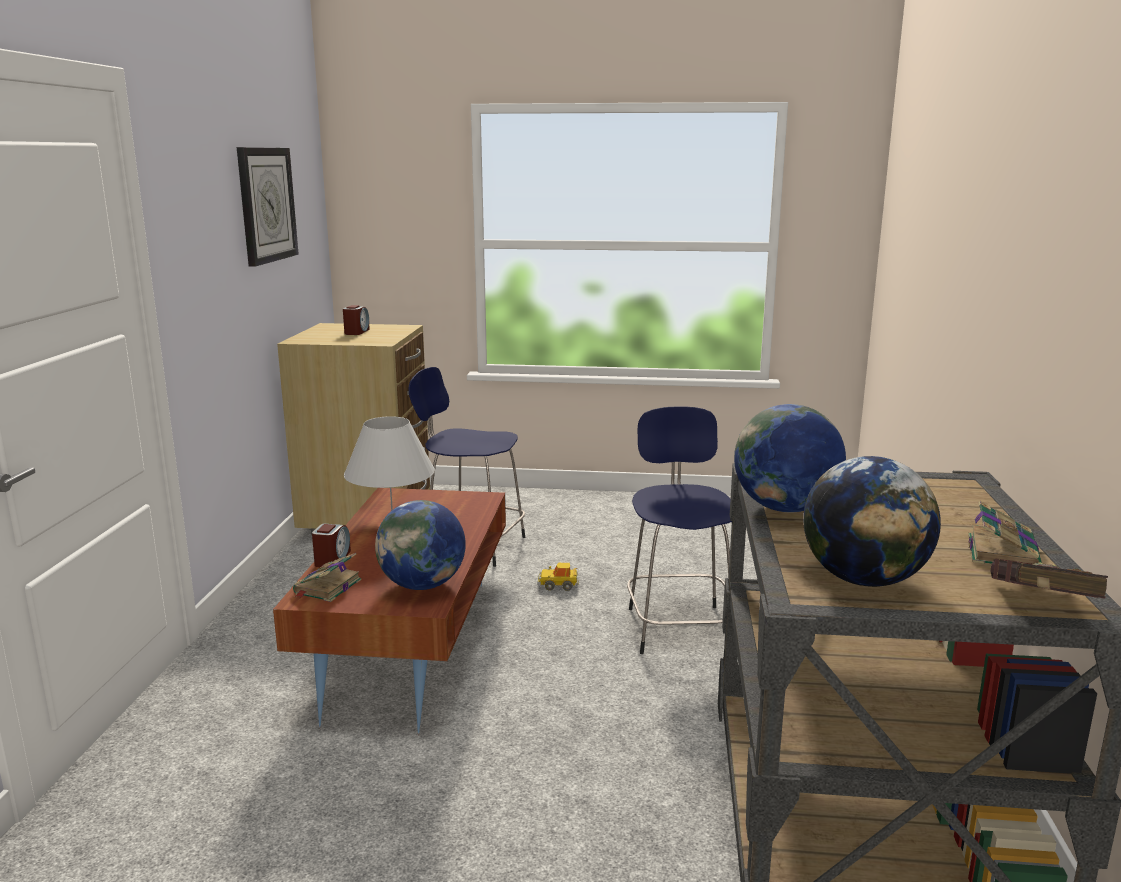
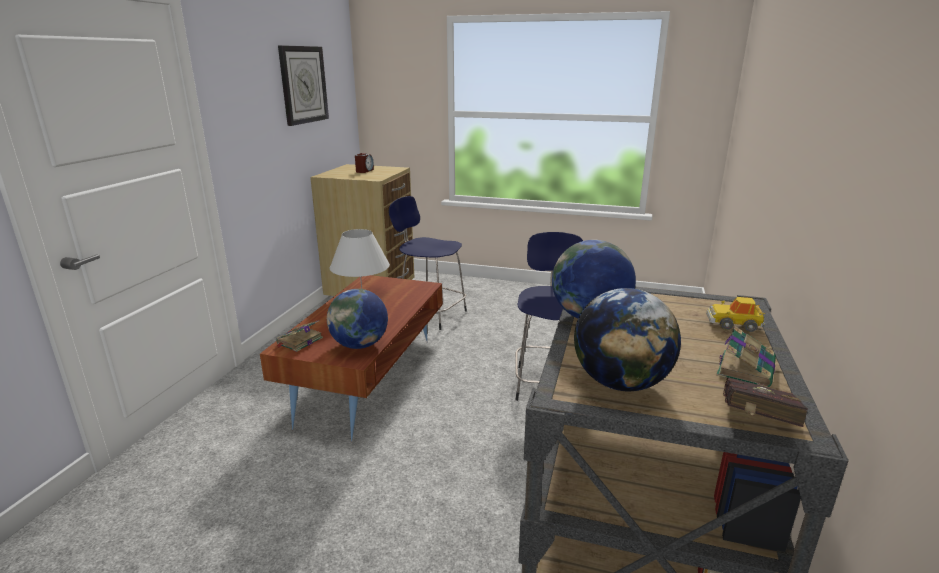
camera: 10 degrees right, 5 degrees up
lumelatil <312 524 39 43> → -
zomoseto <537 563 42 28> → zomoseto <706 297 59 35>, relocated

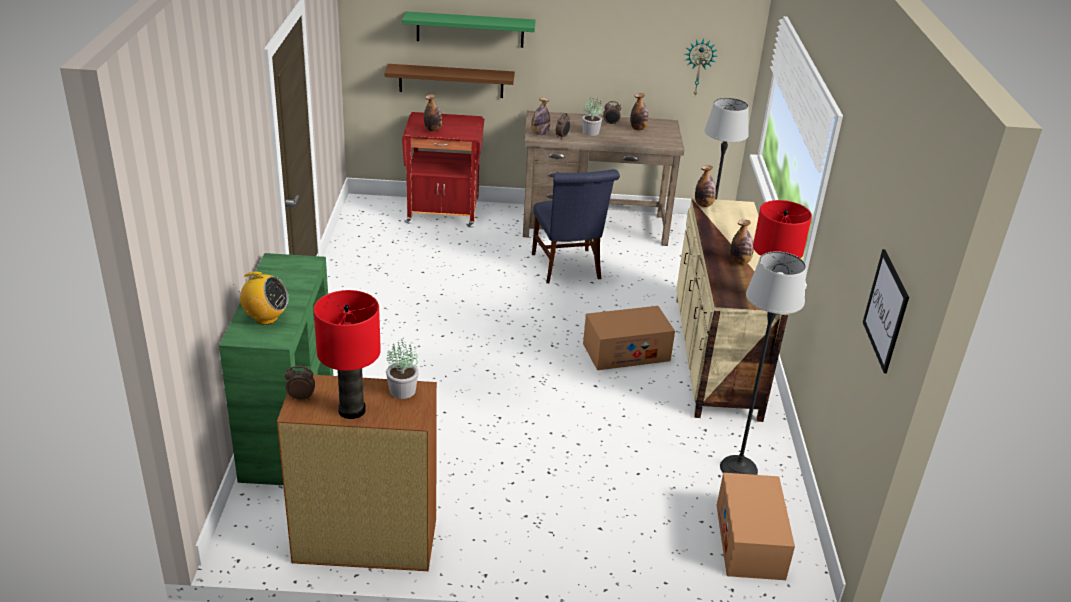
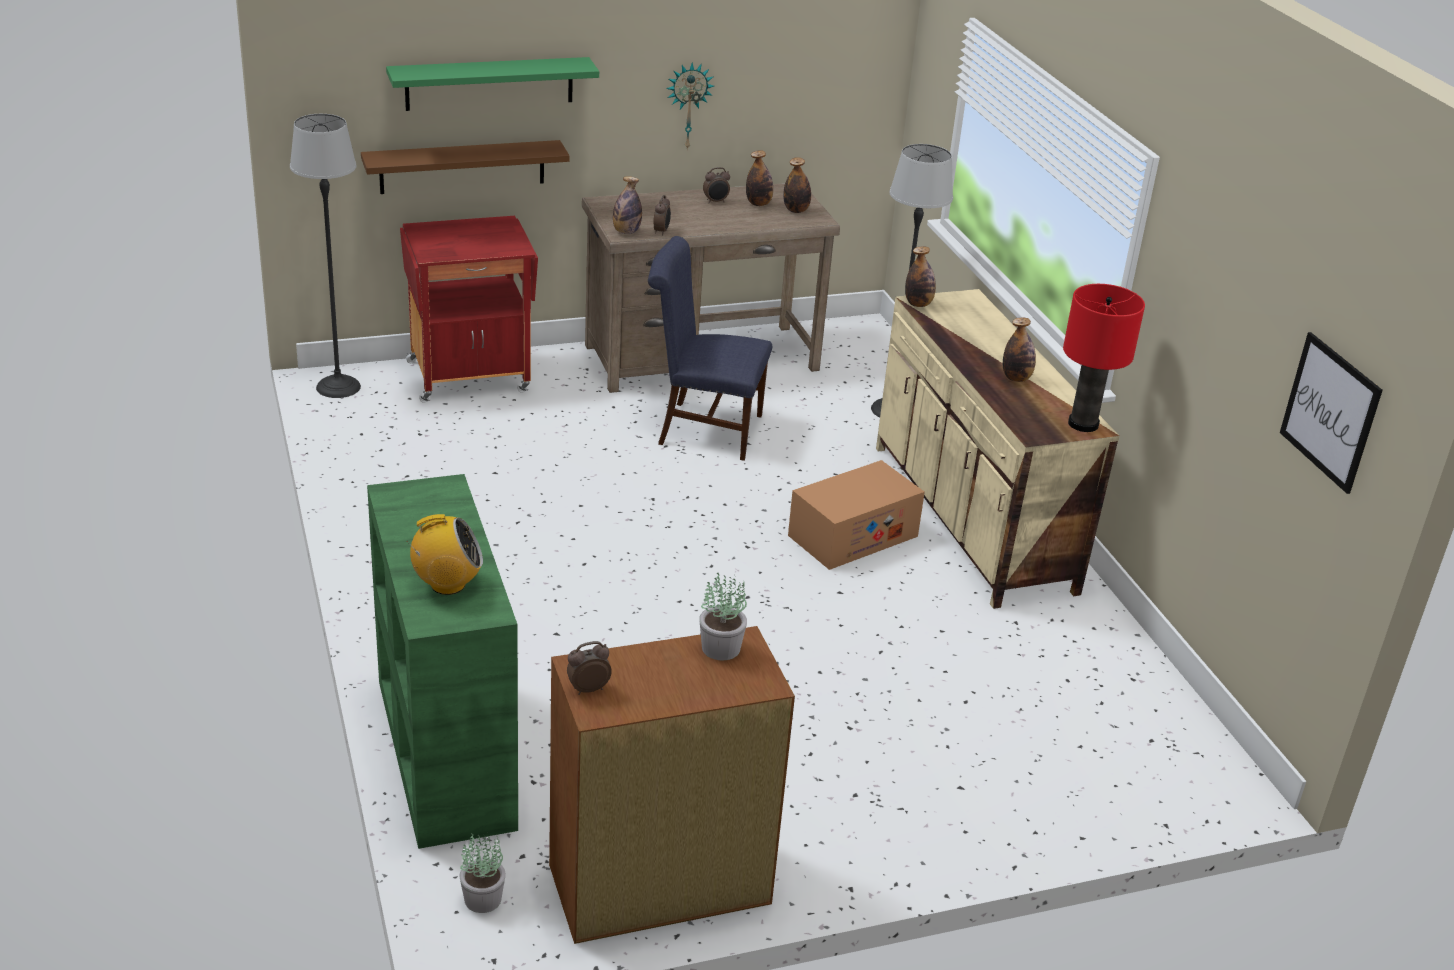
camera: 20 degrees left, 0 degrees up
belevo <685 39 32 56> → belevo <666 63 48 87>, relocated
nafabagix <424 94 18 37> → nafabagix <783 157 28 56>, relocated
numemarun <582 97 20 39> → numemarun <459 833 47 80>, relocated
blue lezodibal <532 169 88 114> → blue lezodibal <648 236 124 225>, 135 degrees clockwise
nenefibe <720 251 86 224> → nenefibe <290 114 71 284>, relocated
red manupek <314 290 67 129> → -
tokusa <716 473 79 107> → -

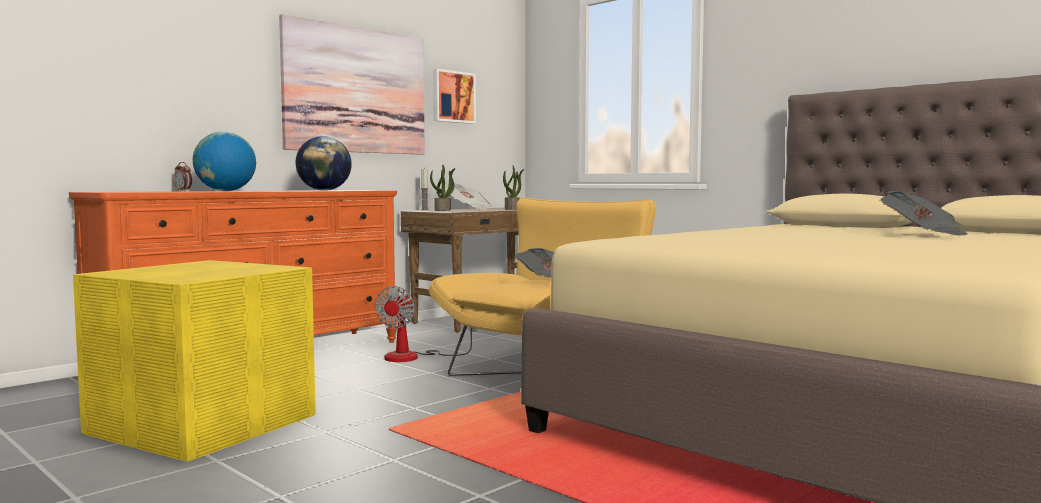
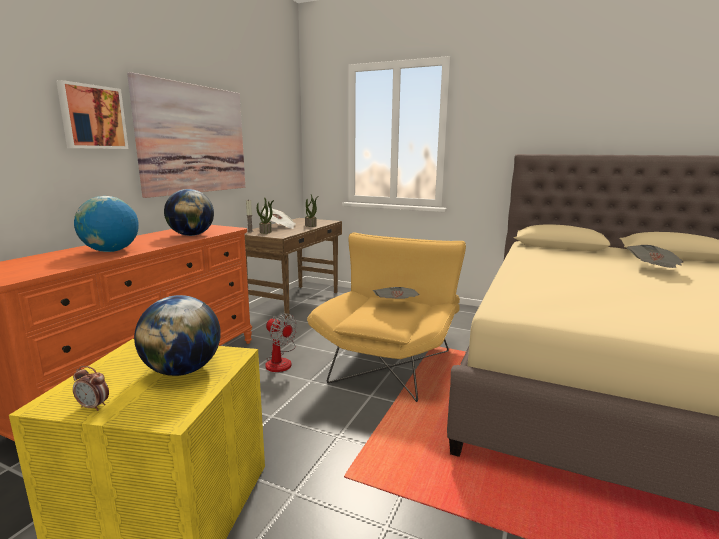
camera: 20 degrees left, 10 degrees up
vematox <433 69 43 55> → vematox <56 80 73 69>, relocated
lumelatil <173 162 19 29> → lumelatil <73 366 36 45>, relocated
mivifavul <375 286 102 76> → mivifavul <265 313 32 59>, 45 degrees counterclockwise
- → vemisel <134 295 87 81>

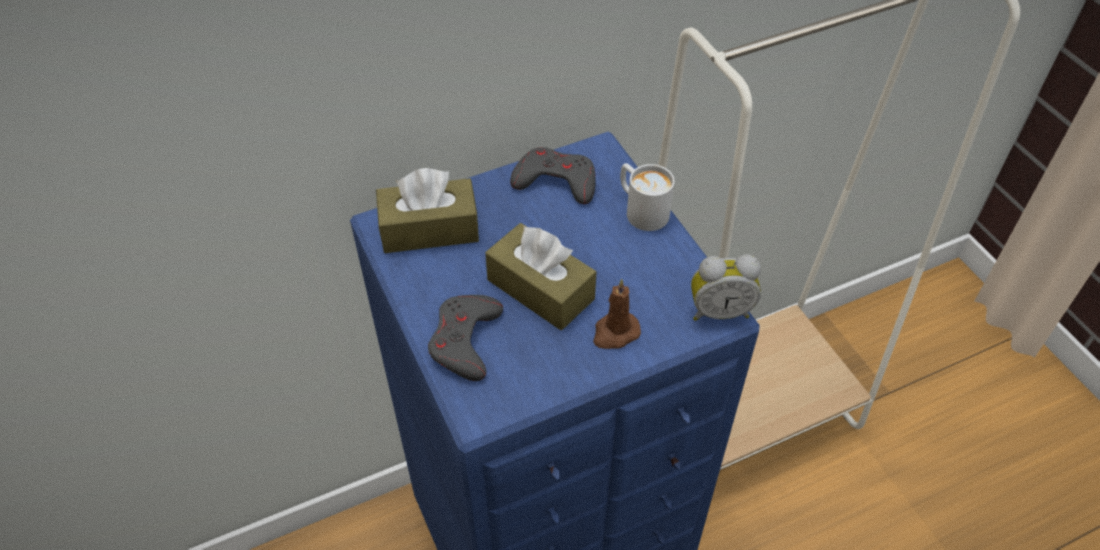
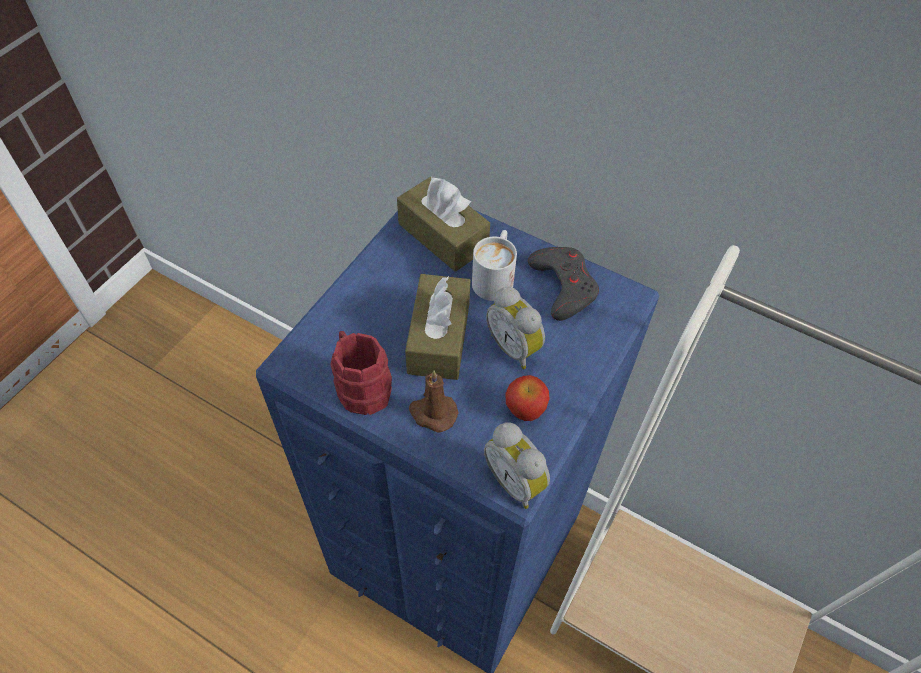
camera: 55 degrees right, 5 degrees up
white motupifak <620 163 55 68> → white motupifak <472 230 45 71>, relocated
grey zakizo <428 295 75 86> → -
- → lumelatil <486 287 59 82>
- → red motupifak <330 331 62 84>
- → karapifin <506 375 44 46>

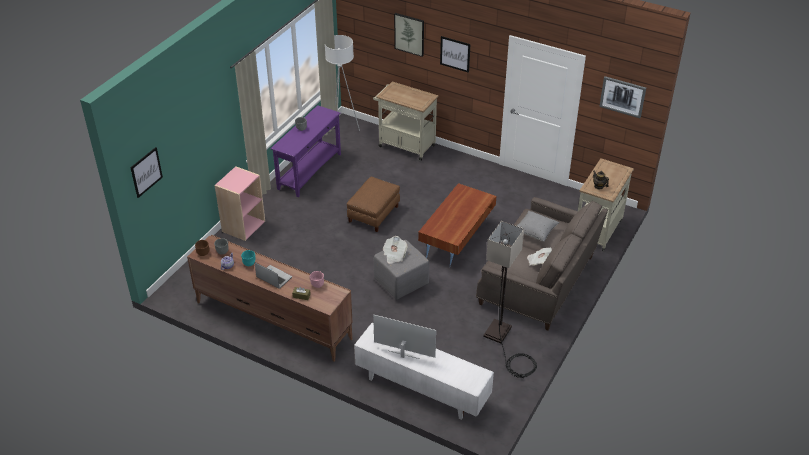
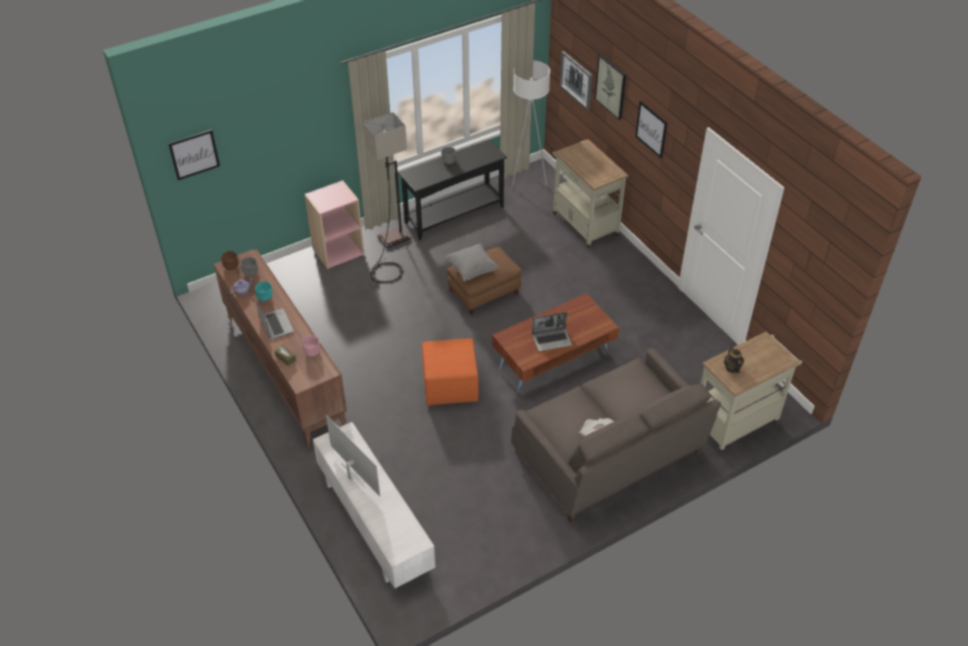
camera: 30 degrees right, 5 degrees up
vematox <599 76 47 42> → vematox <560 51 32 60>, relocated
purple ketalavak <271 105 70 92> → black ketalavak <398 140 109 100>
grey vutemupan <517 211 42 31> → grey vutemupan <445 244 55 37>, relocated
nenefibe <483 221 54 158> → nenefibe <363 112 48 172>, relocated
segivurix <383 236 25 28> → -
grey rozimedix <374 240 55 60> → orange rozimedix <422 338 56 67>
- → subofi <532 312 40 39>

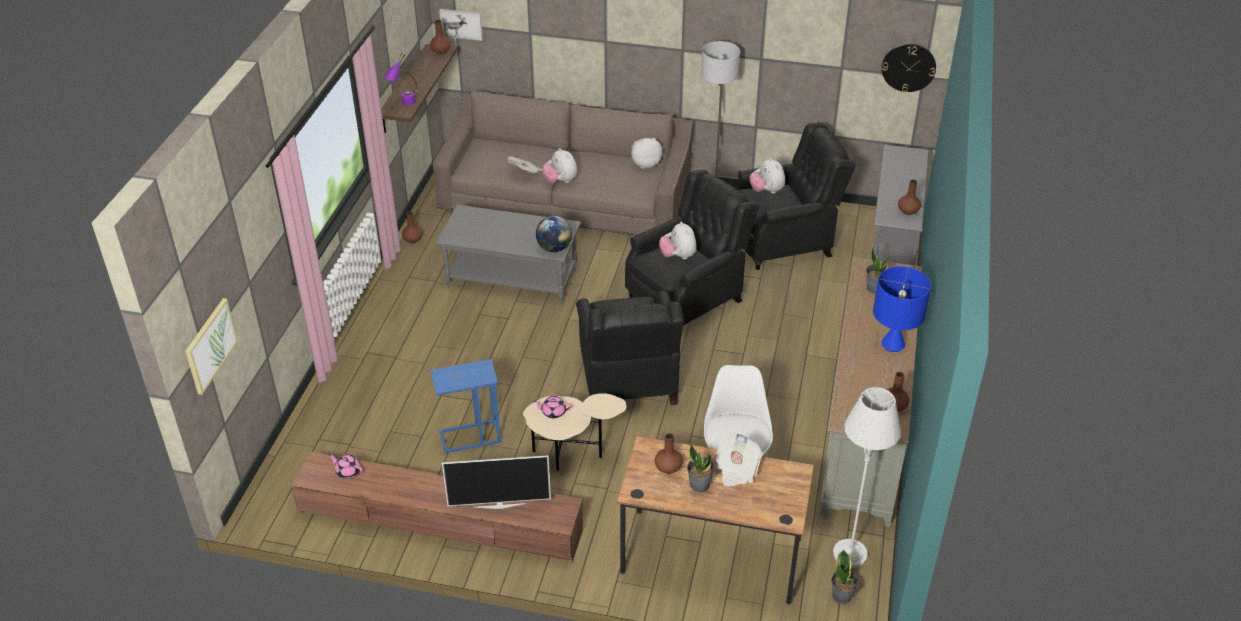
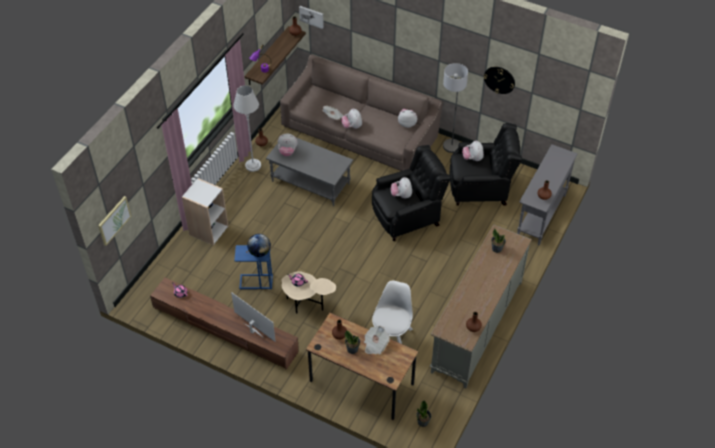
camera: 15 degrees right, 10 degrees up
belevo <882 44 54 48> → belevo <484 67 31 27>, relocated
vemisel <536 216 36 36> → vemisel <247 234 24 23>, relocated
blue manupek <873 266 58 86> → -
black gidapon <576 291 108 114> → -
grey nenefibe <833 387 68 181> → grey nenefibe <233 85 28 87>, relocated
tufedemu <442 455 109 54> → tufedemu <231 292 45 50>, 150 degrees counterclockwise
- → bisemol <278 133 20 23>
- → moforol <182 178 46 67>

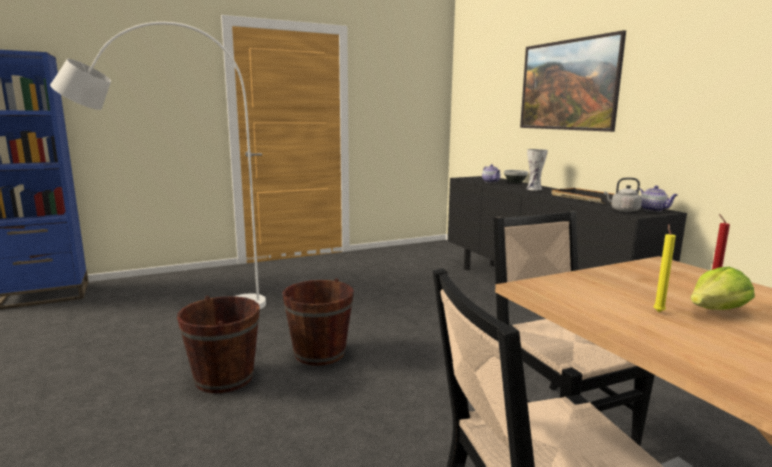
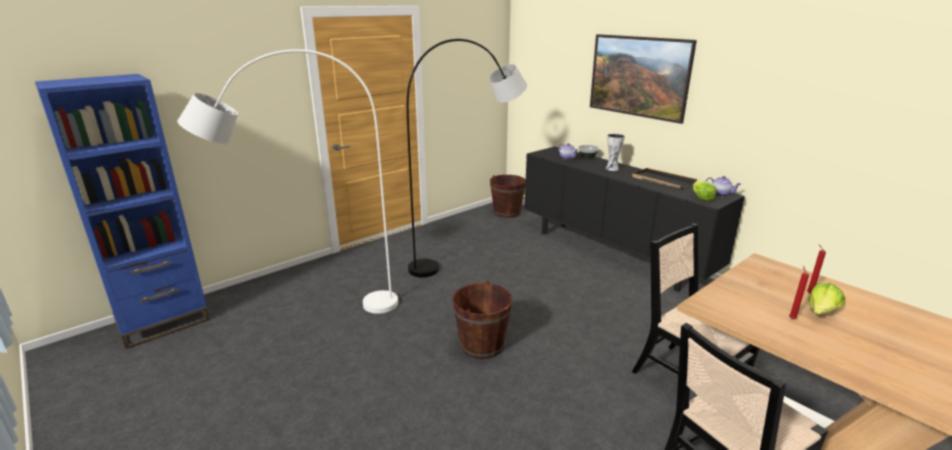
camera: 15 degrees left, 10 degrees up
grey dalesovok <604 178 38 34> → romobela <693 181 23 20>
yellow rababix <654 224 22 88> → red rababix <789 266 20 53>
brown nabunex <177 295 83 98> → brown nabunex <490 175 36 43>, relocated
- → grey nenefibe <407 39 120 239>

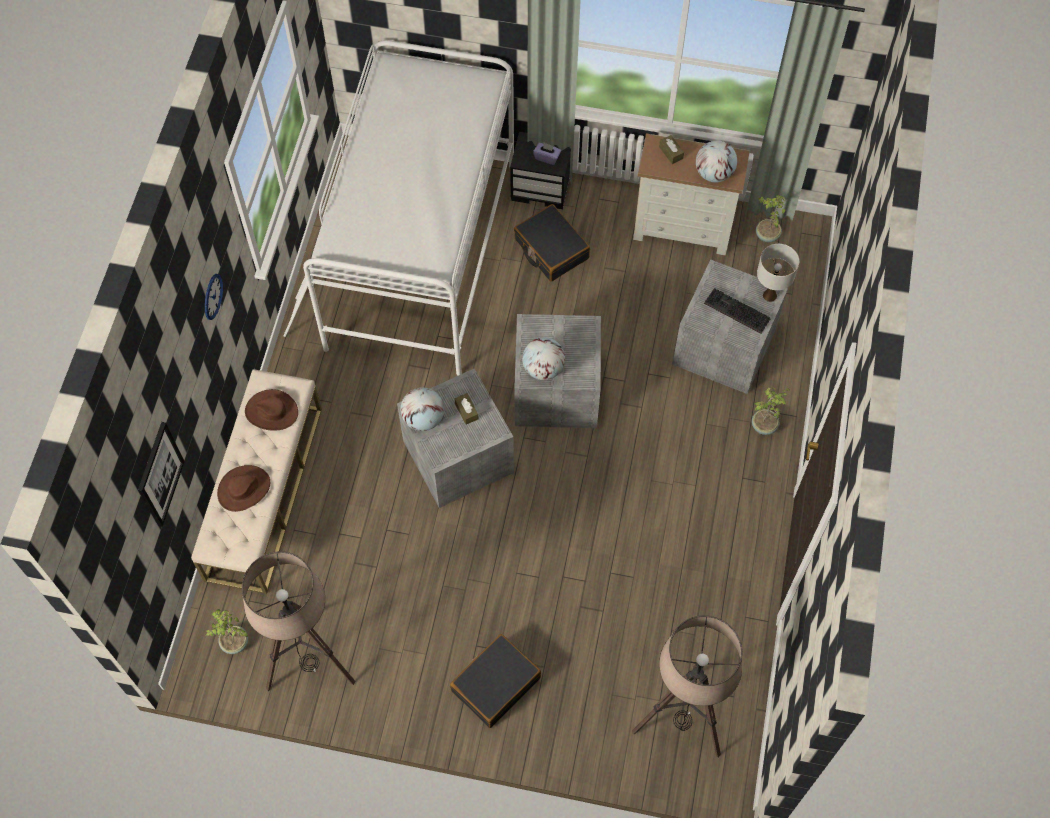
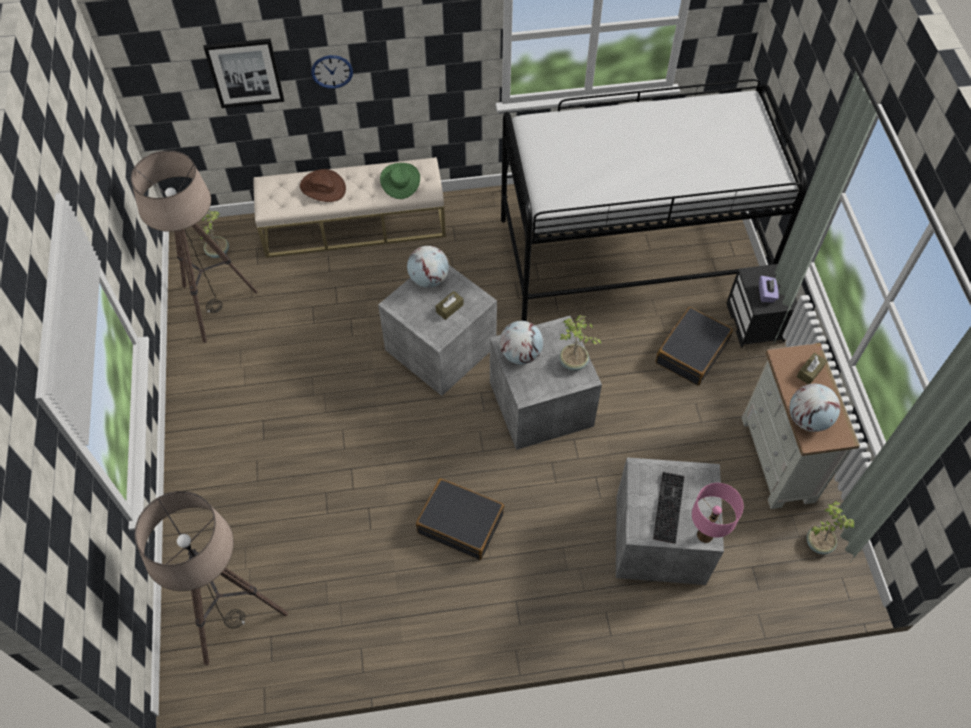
camera: 70 degrees right, 5 degrees down
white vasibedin <283 40 231 336> → black vasibedin <501 79 306 242>
white manupek <757 244 42 58> → pink manupek <692 483 52 60>
belevo <205 274 18 46> → belevo <311 55 42 34>, relocated
numemarun <752 388 38 47> → numemarun <559 315 42 56>, relocated
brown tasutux <245 389 53 42> → green tasutux <380 163 40 36>
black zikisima <450 634 91 94> → black zikisima <416 478 88 82>, relocated

